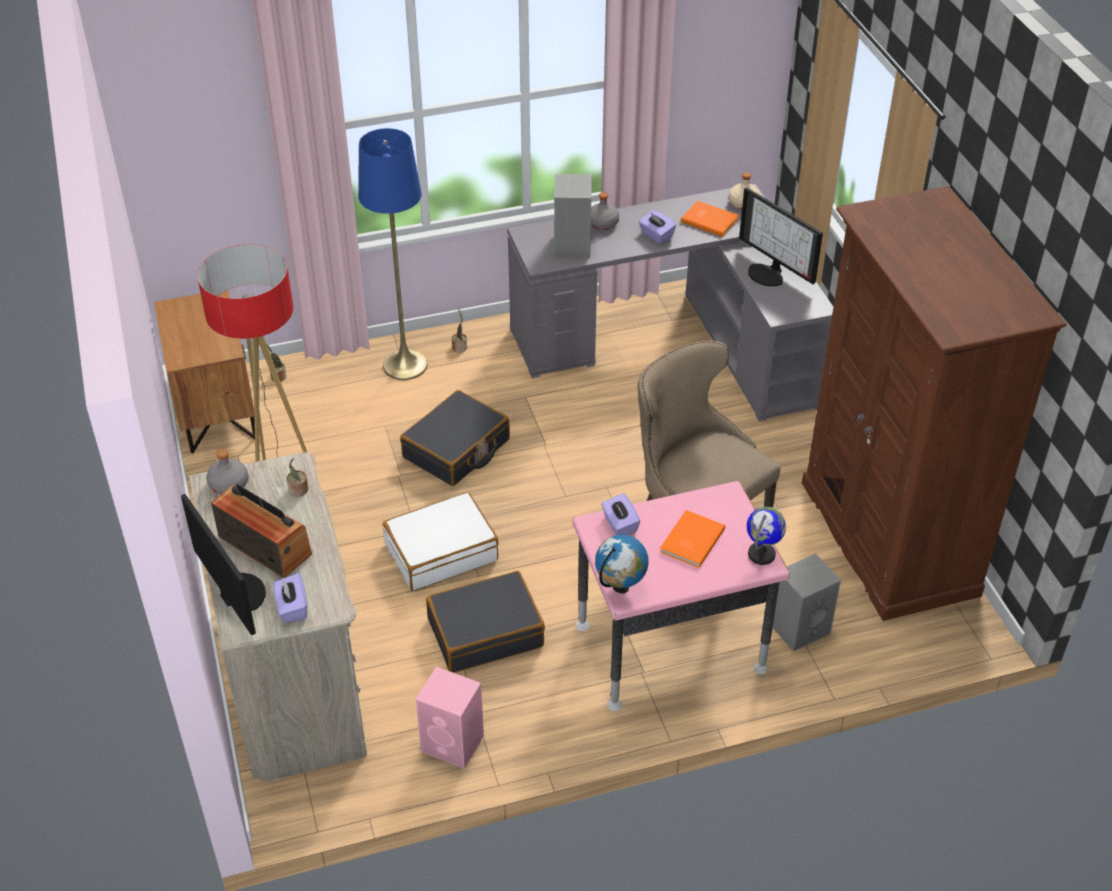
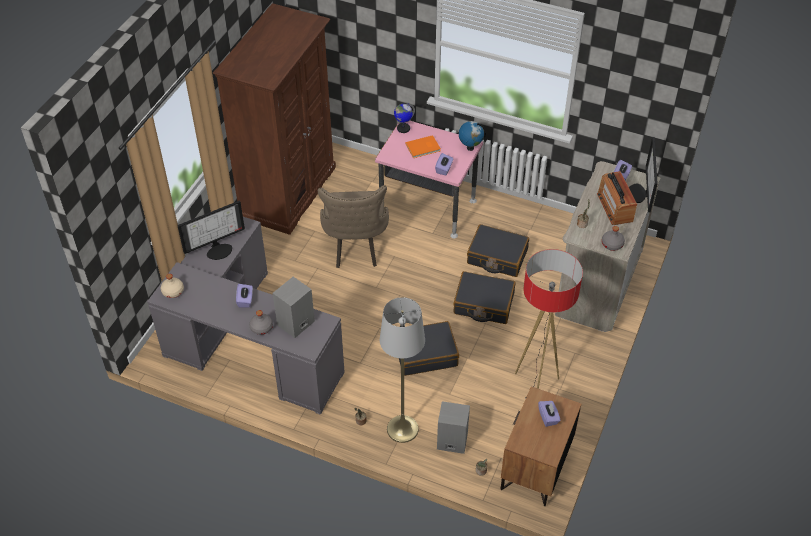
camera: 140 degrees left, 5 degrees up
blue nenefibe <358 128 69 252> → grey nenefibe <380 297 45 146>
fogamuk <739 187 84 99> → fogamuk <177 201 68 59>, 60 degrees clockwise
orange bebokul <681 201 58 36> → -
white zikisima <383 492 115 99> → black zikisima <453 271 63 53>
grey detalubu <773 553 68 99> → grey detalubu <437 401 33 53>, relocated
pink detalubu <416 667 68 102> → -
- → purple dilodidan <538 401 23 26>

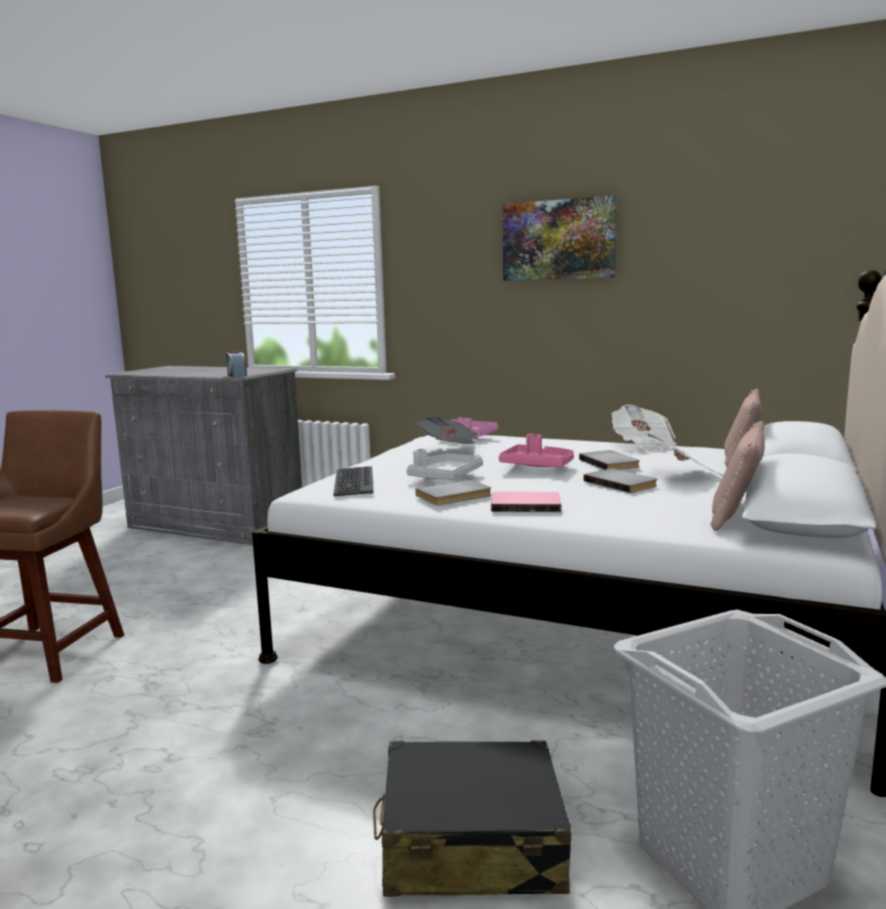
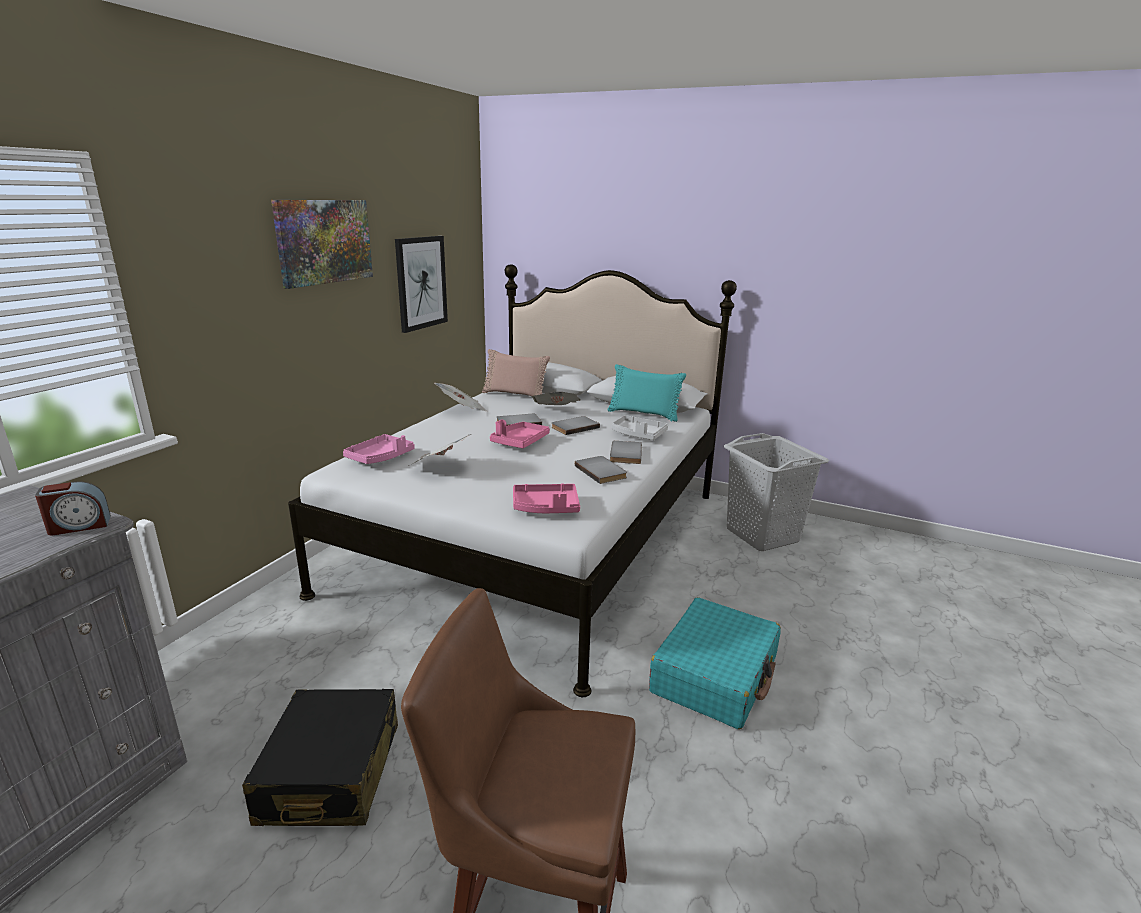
camera: 90 degrees left, 10 degrees up
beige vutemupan <710 421 55 110> → turquoise vutemupan <607 364 79 58>
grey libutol <407 448 76 32> → grey libutol <612 415 56 25>, relocated
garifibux <333 466 40 30> → pink libutol <513 483 67 30>
pink bebokul <491 492 70 20> → grey bebokul <610 441 32 23>
black zikisima <373 740 198 157> → black zikisima <242 689 156 137>, relocated
- → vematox <395 236 53 97>
- → turquoise zikisima <649 597 132 132>

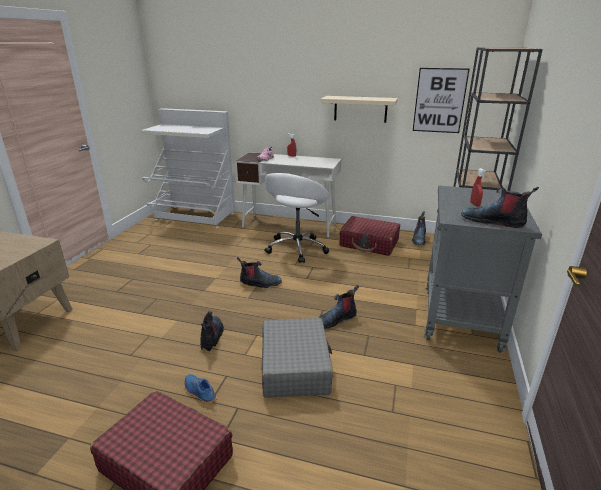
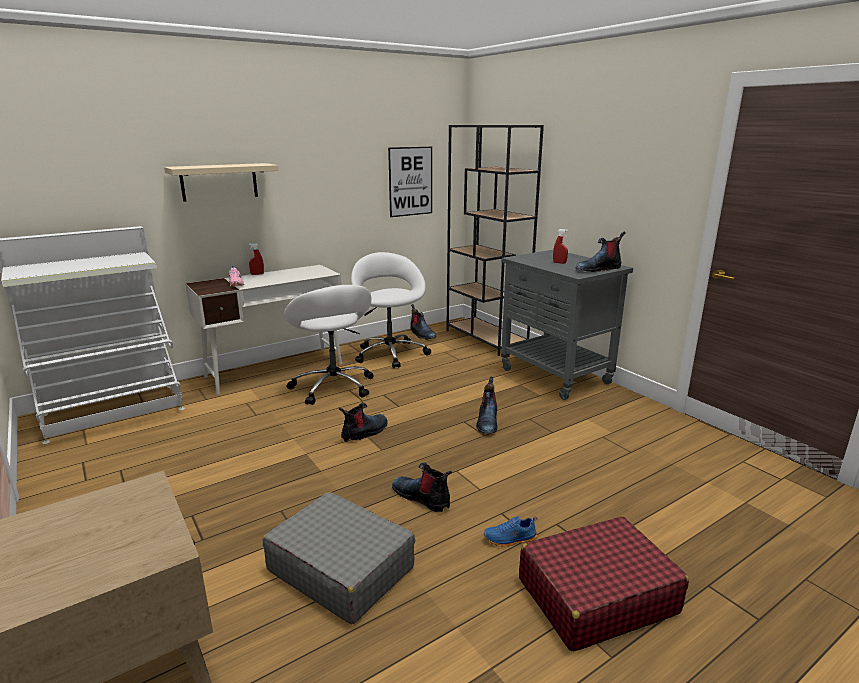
camera: 50 degrees left, 5 degrees down
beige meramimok <321 96 77 27> → beige meramimok <164 163 114 39>, relocated
red zikisima <339 216 61 40> → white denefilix <351 252 80 116>
grey zikisima <261 318 72 80> → grey zikisima <263 492 152 132>, relocated

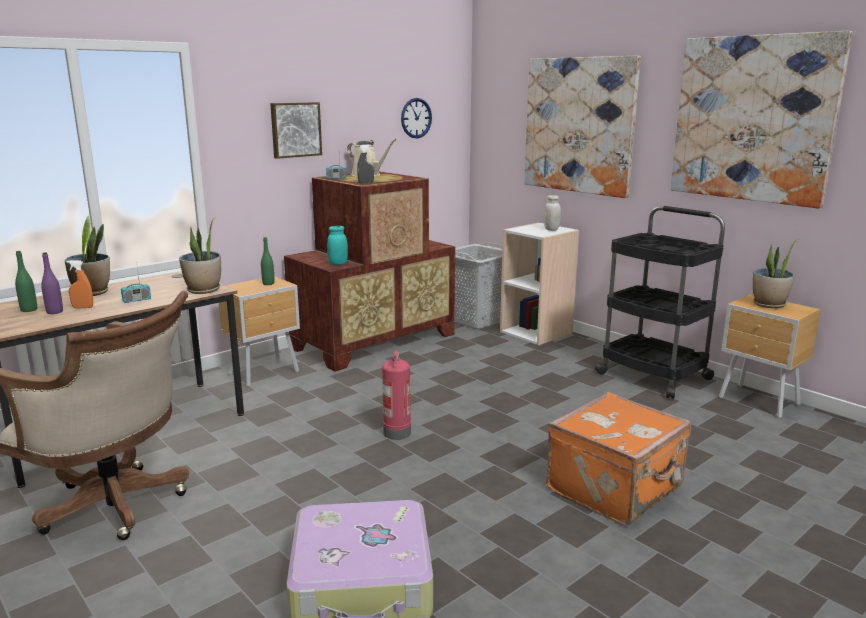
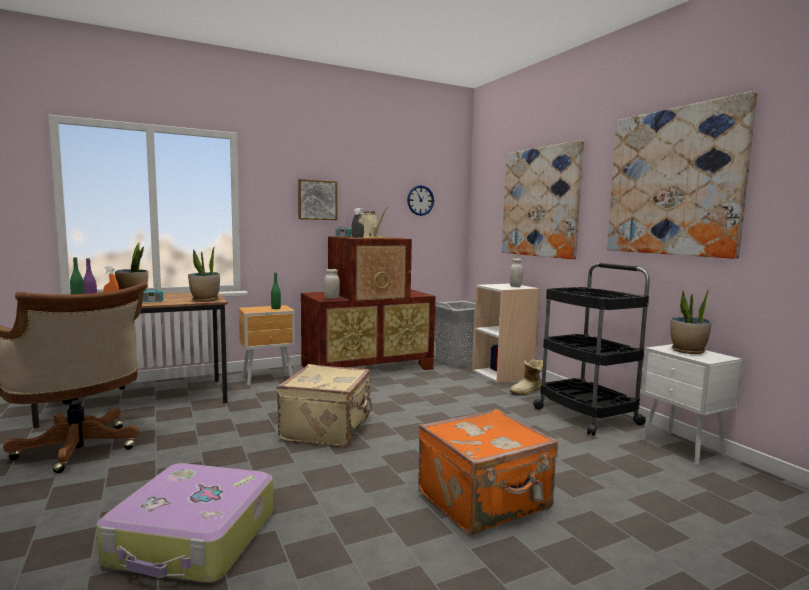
camera: 15 degrees right, 10 degrees down
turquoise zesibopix <327 226 21 39> → white zesibopix <324 269 16 30>
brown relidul <719 294 102 124> → white relidul <641 344 101 122>
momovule <382 350 29 90> → beige zikisima <277 364 95 83>
- → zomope <509 359 34 36>

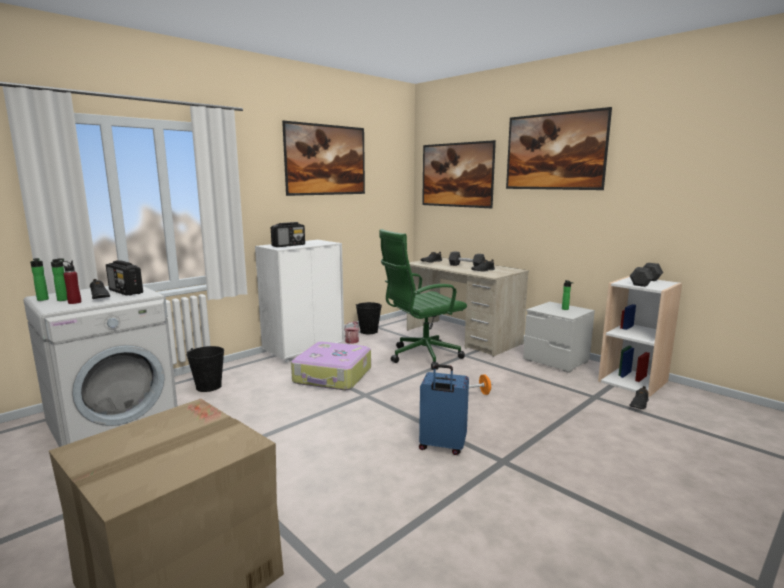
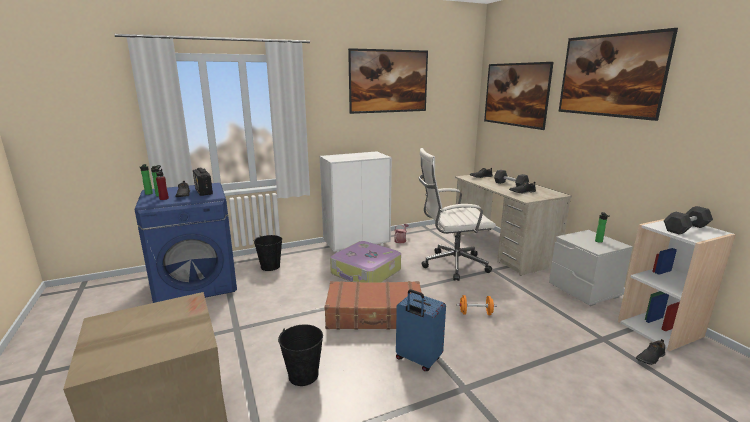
camera: 20 degrees right, 5 degrees up
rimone <271 222 34 25> → -
green denefilix <379 229 88 141> → white denefilix <419 148 77 133>
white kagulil <24 286 154 161> → blue kagulil <135 183 102 120>
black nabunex <356 302 26 32> → black nabunex <278 324 45 62>, relocated
- → brown zikisima <324 281 98 49>

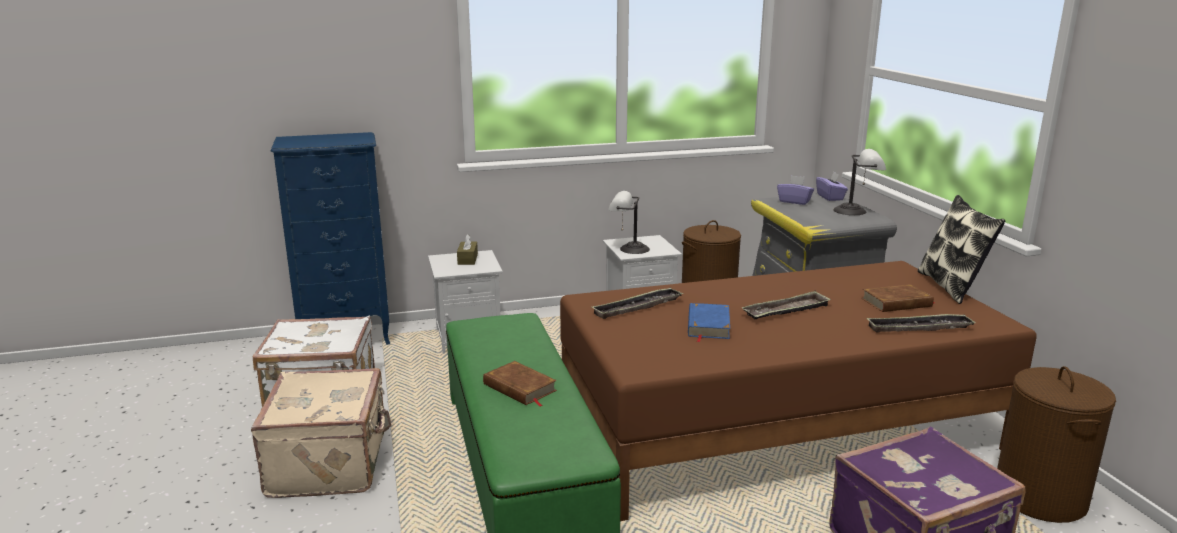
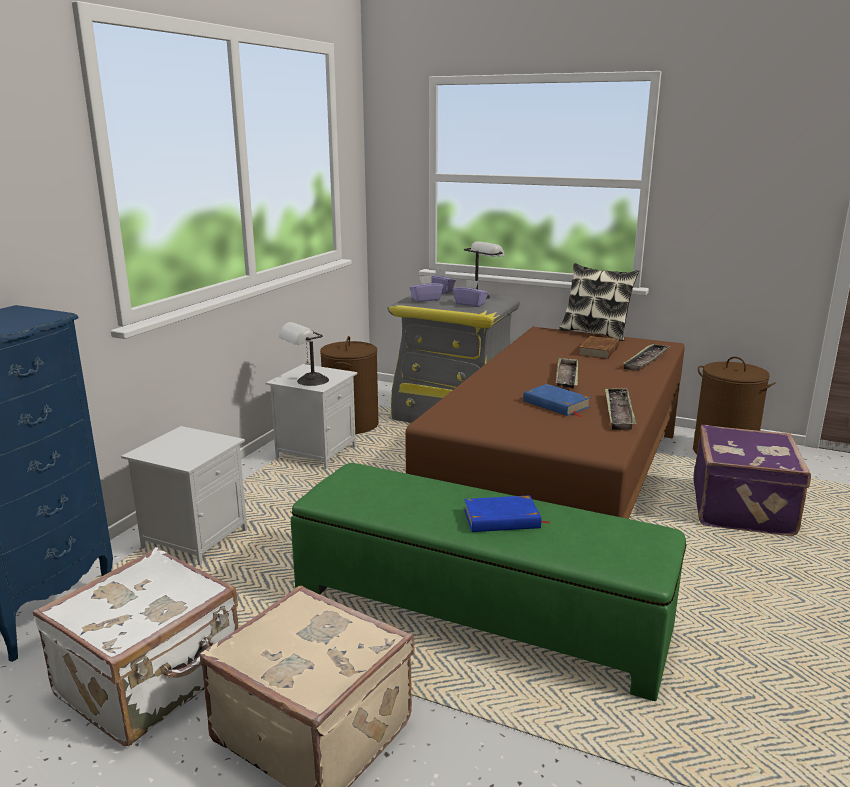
camera: 50 degrees left, 0 degrees up
brown dilodidan <457 234 21 31> → -
libutol <592 287 92 32> → libutol <605 388 32 42>, relocated
brown bebokul <483 361 74 45> → blue bebokul <464 495 85 37>
- → purple dilodidan <453 280 35 27>

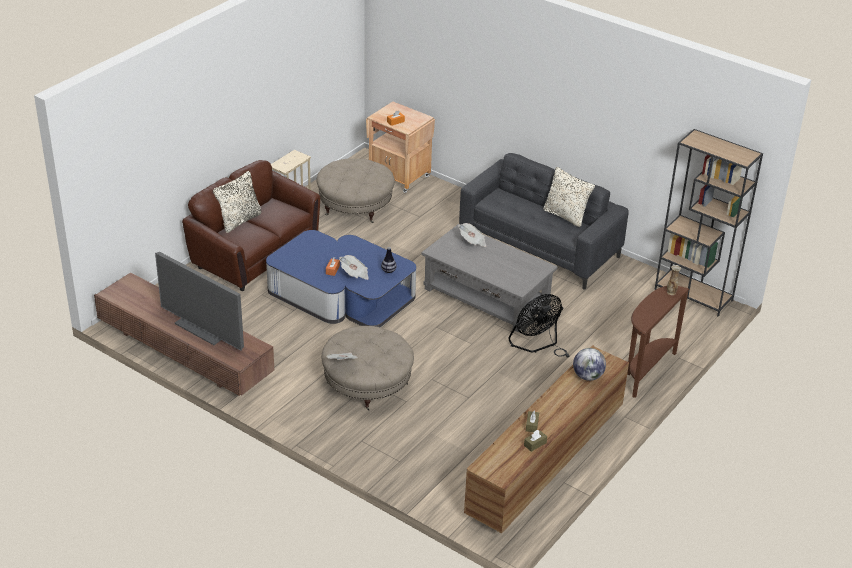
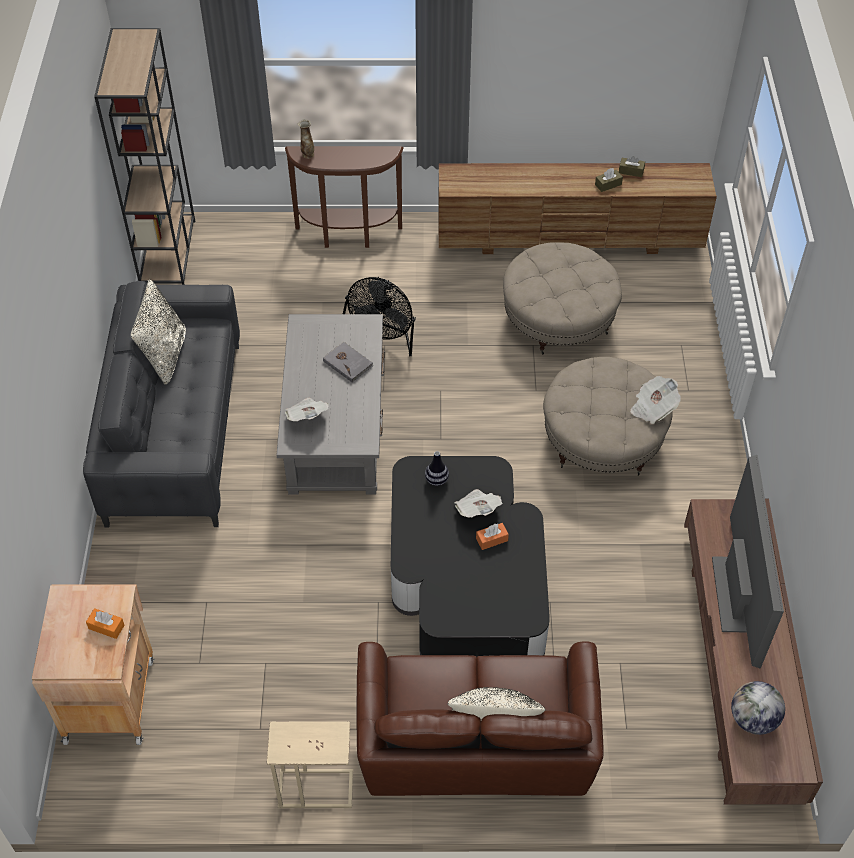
camera: 125 degrees left, 15 degrees up
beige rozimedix <316 159 79 64> → beige rozimedix <503 242 119 113>, relocated
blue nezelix <266 230 150 97> → black nezelix <391 456 159 201>
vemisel <573 348 33 33> → vemisel <731 681 54 54>, relocated
- → grey bebokul <323 342 51 40>

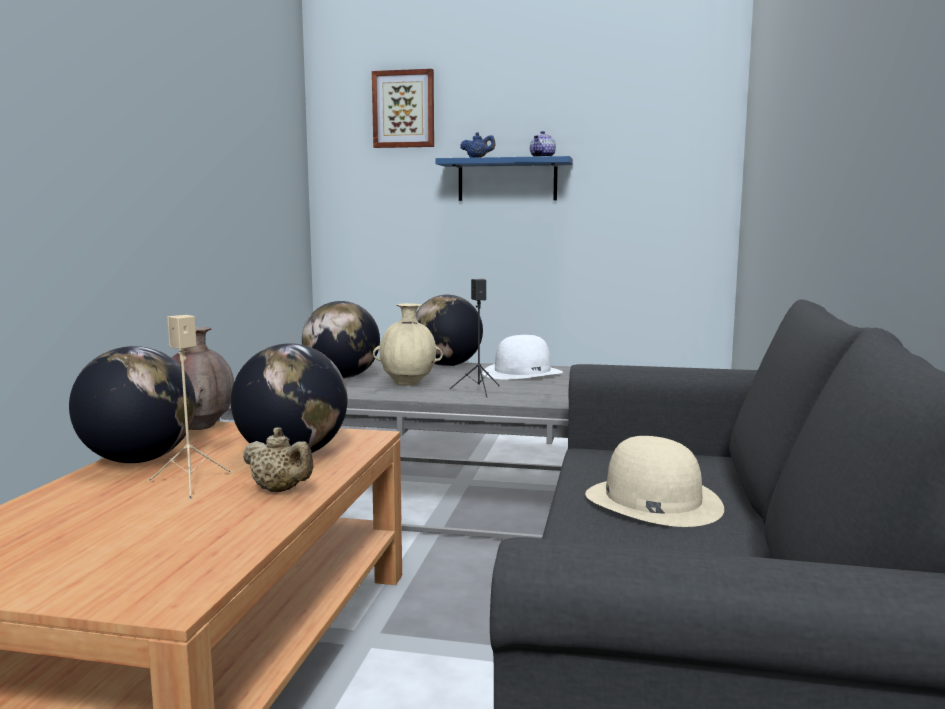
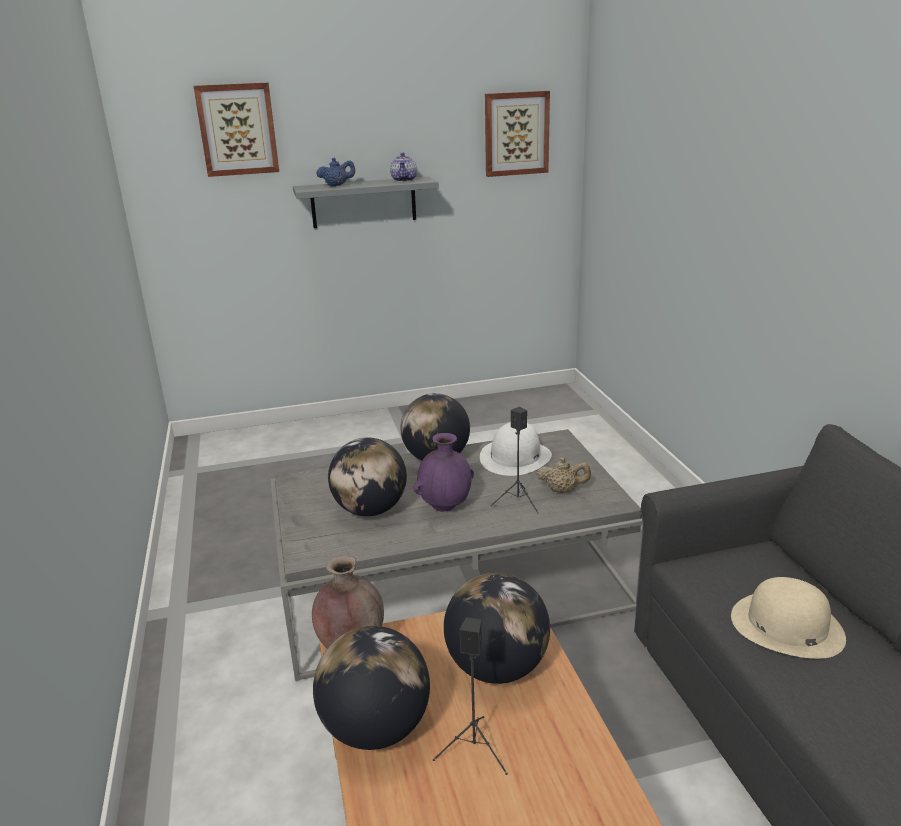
camera: 25 degrees left, 15 degrees up
blue meramimok <435 156 138 45> → grey meramimok <293 176 146 52>
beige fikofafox <373 303 70 83> → purple fikofafox <413 433 61 79>
beige detalubu <148 315 84 185> → black detalubu <433 617 75 158>
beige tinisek <243 427 70 65> → beige tinisek <536 457 55 36>, relocated
- → vematox <485 91 65 86>

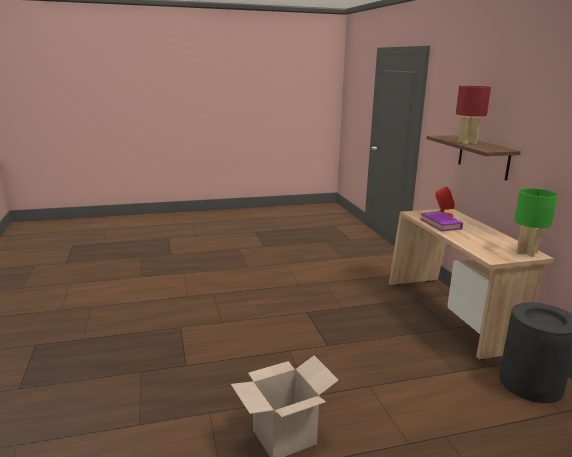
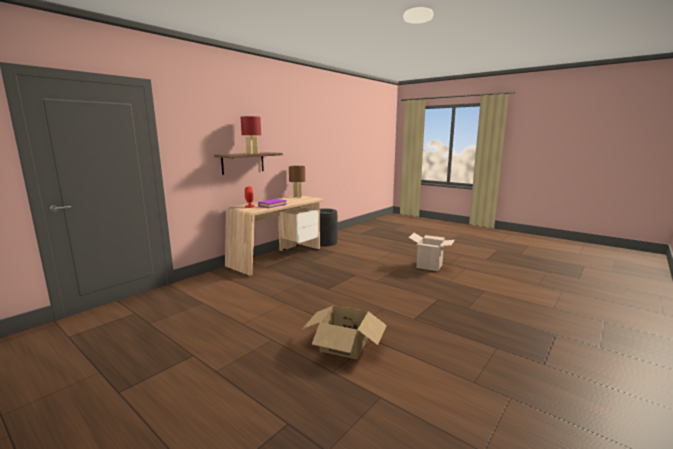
camera: 125 degrees left, 5 degrees down
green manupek <514 188 44 69> → brown manupek <289 166 16 31>
- → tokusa <301 305 86 54>

